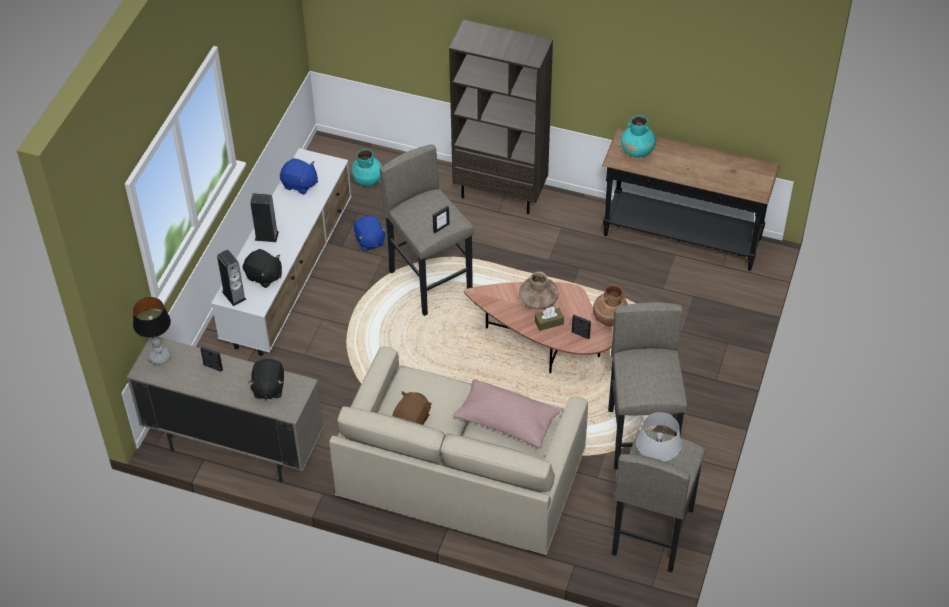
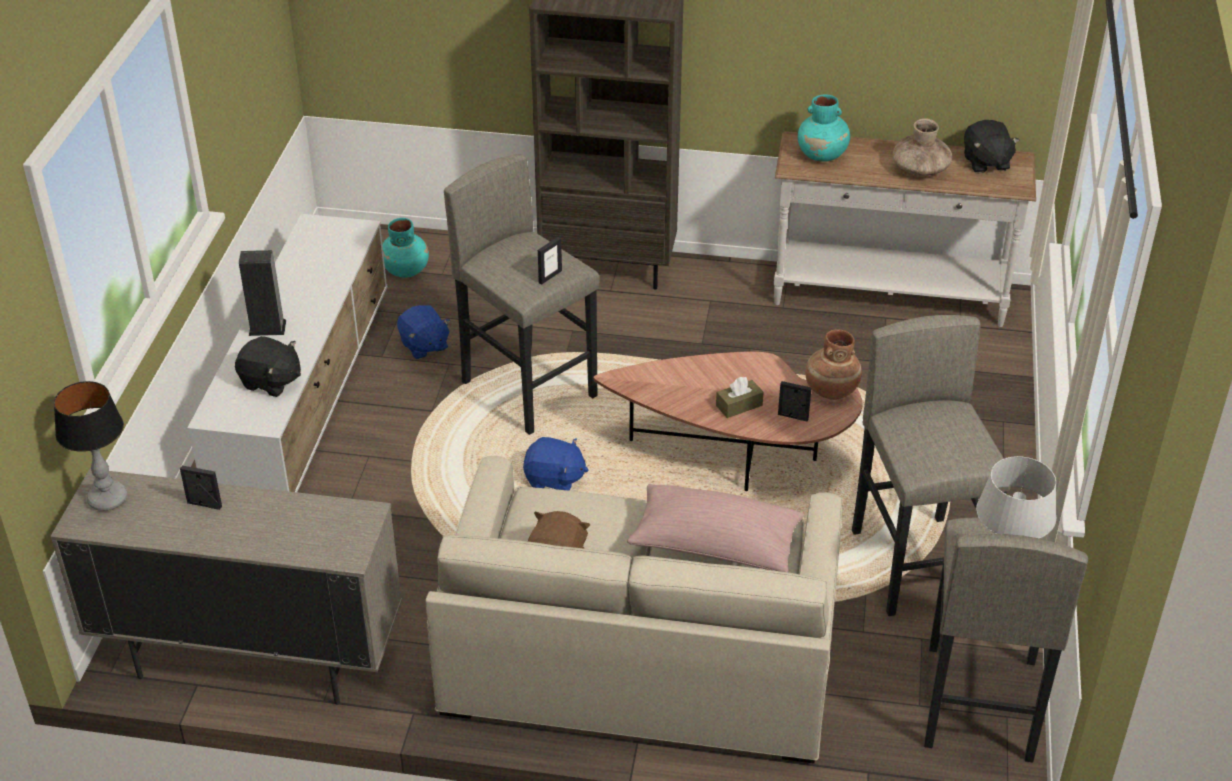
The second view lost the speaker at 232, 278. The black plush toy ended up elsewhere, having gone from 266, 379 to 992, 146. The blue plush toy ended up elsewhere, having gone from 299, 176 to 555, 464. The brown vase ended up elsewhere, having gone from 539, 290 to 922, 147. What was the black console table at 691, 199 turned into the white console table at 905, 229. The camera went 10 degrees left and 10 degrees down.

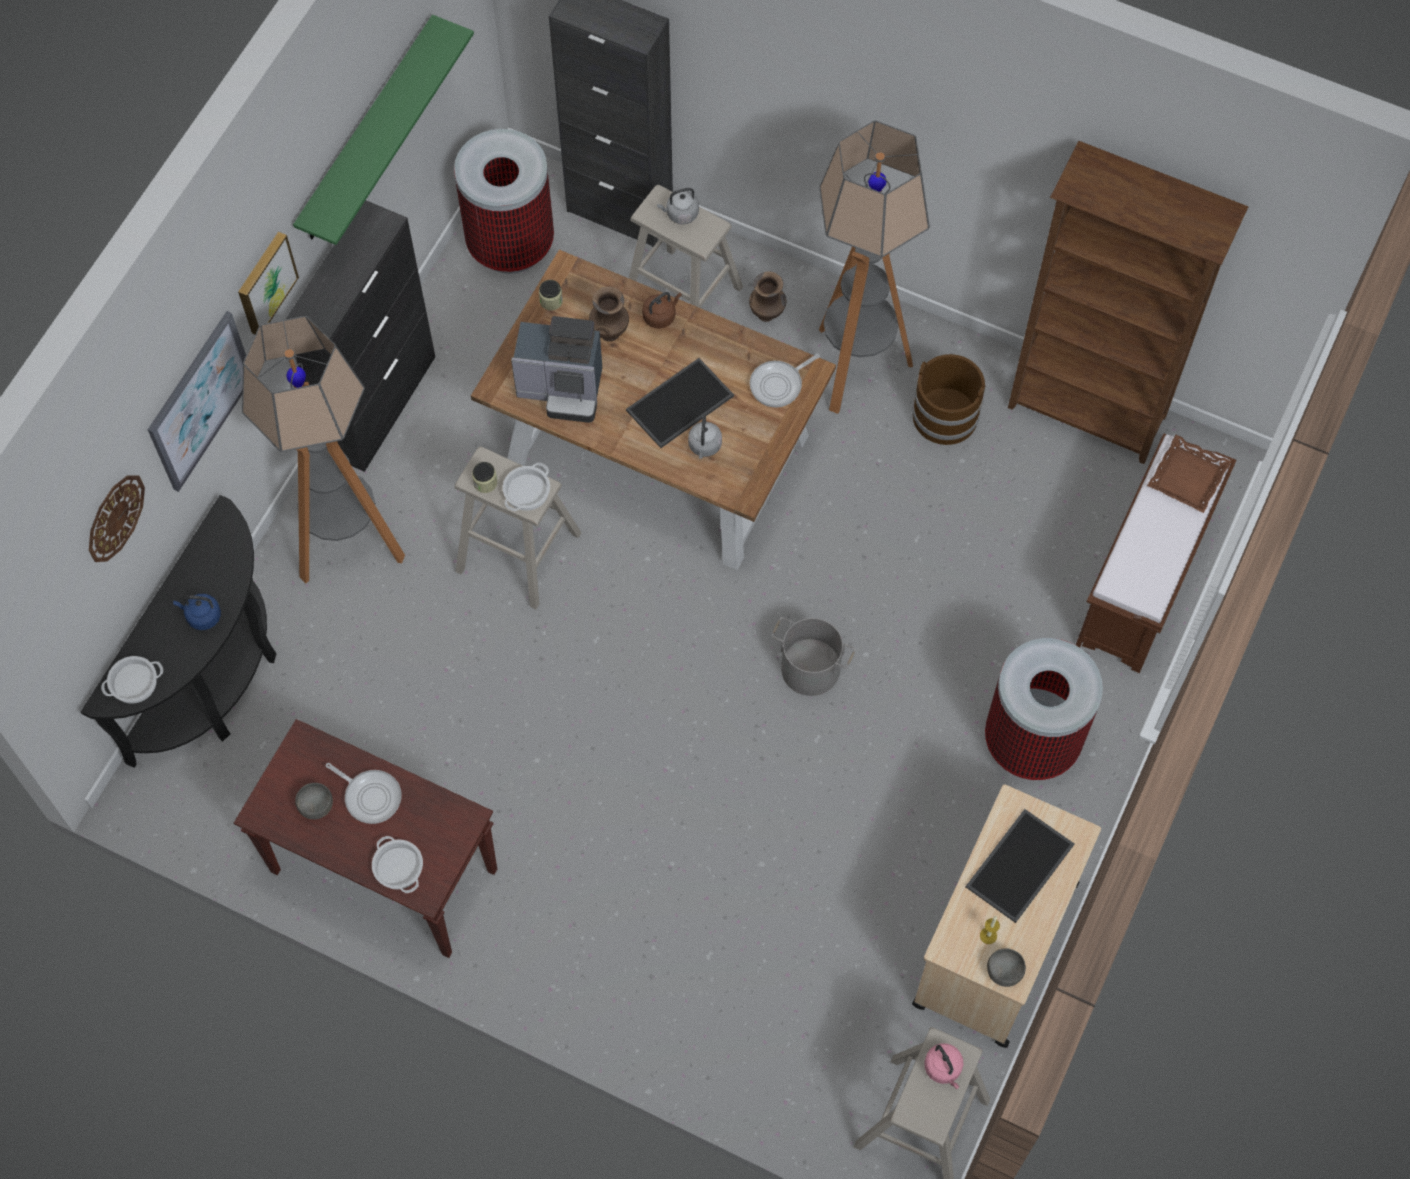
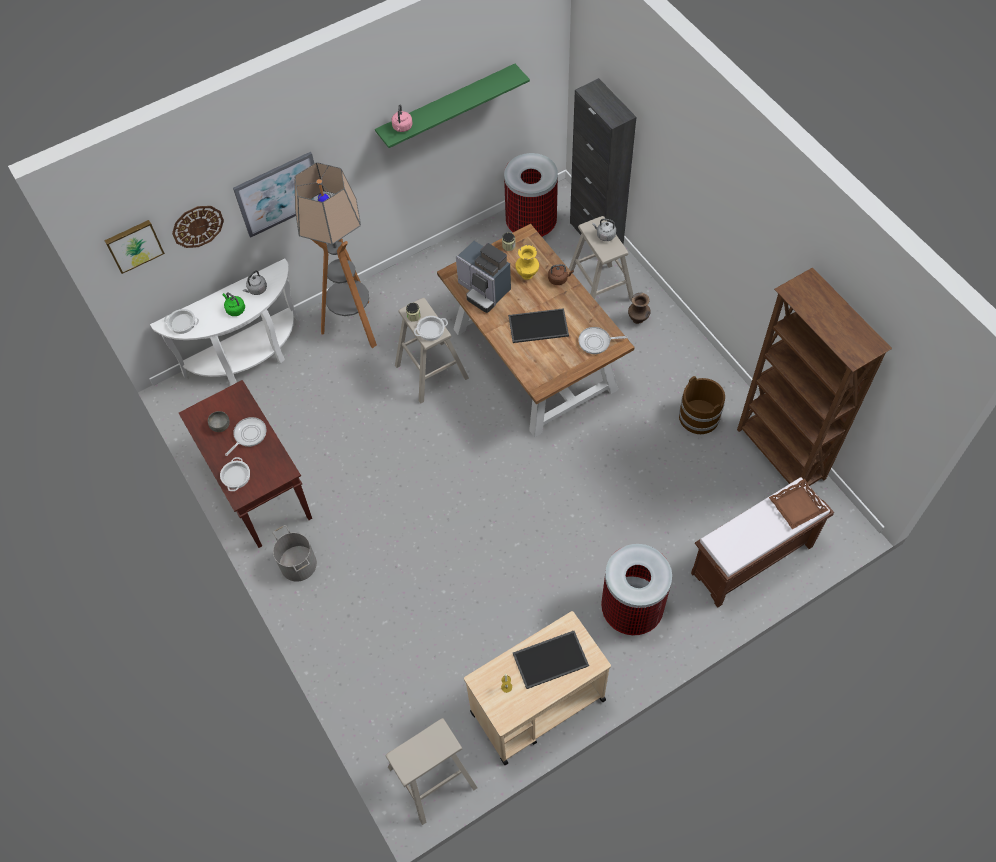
What was the black console table at 178, 631 turned into the white console table at 224, 322. What was the blue kettle at 197, 612 turned into the green kettle at 234, 304. The picture ended up elsewhere, having gone from 268, 283 to 134, 247. The second view lost the black cabinet at 360, 336. The frying pan at 364, 793 ended up facing another way, 120 degrees counterclockwise from before. What was the brown vase at 609, 314 turned into the yellow vase at 527, 262. The grey kettle ended up elsewhere, having gone from 705, 437 to 255, 282. The grey bucket ended up elsewhere, having gone from 813, 656 to 295, 553. The second view lost the floor lamp at 874, 267. The pink kettle ended up elsewhere, having gone from 943, 1066 to 402, 118. The second view lost the grey bowl at 1006, 967. The camera went 35 degrees right and 5 degrees down.

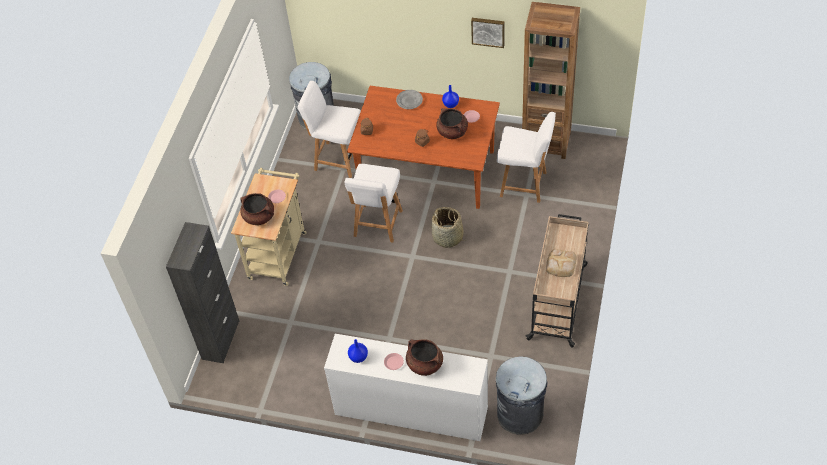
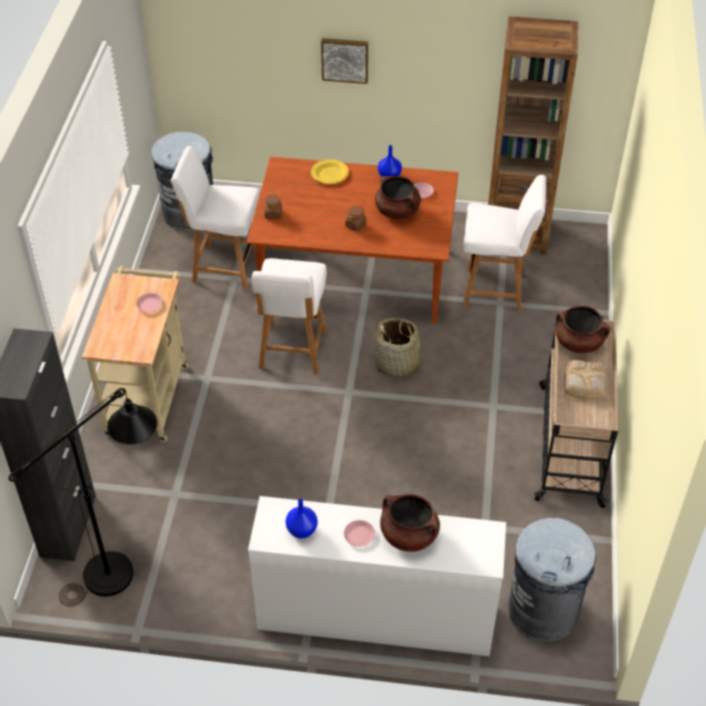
The brown cooking pot ended up elsewhere, having gone from 257, 209 to 582, 329. What was the grey plate at 409, 99 turned into the yellow plate at 330, 171. The picture ended up elsewhere, having gone from 488, 33 to 344, 61. The second view gained the black floor lamp at 83, 497. The camera went 10 degrees left and 5 degrees down.

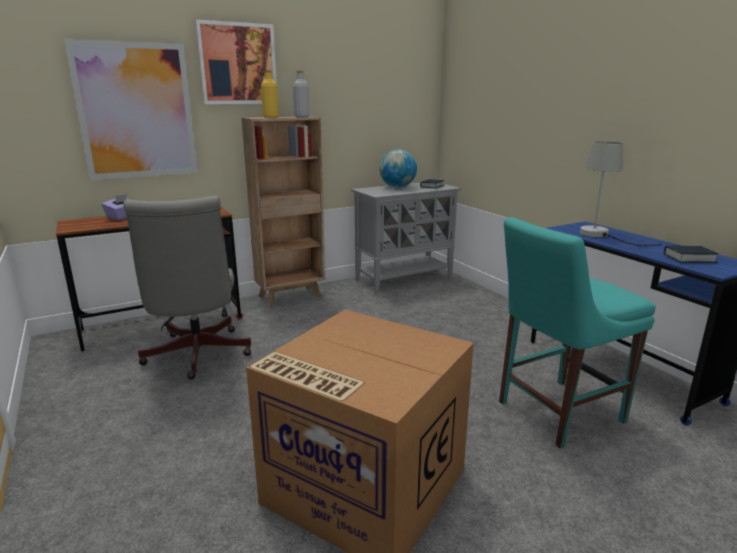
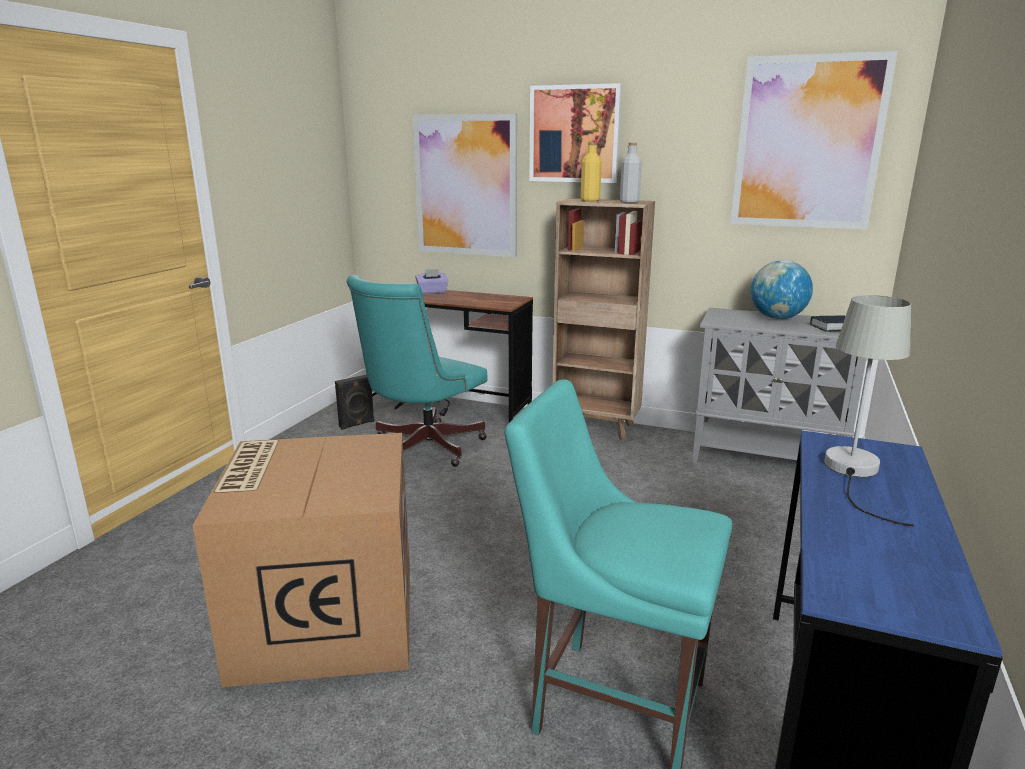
What was the grey office chair at 187, 287 turned into the turquoise office chair at 417, 371. The second view lost the book at 691, 254. The second view gained the black speaker at 355, 402. The second view gained the picture at 814, 140. The camera went 50 degrees right and 0 degrees up.

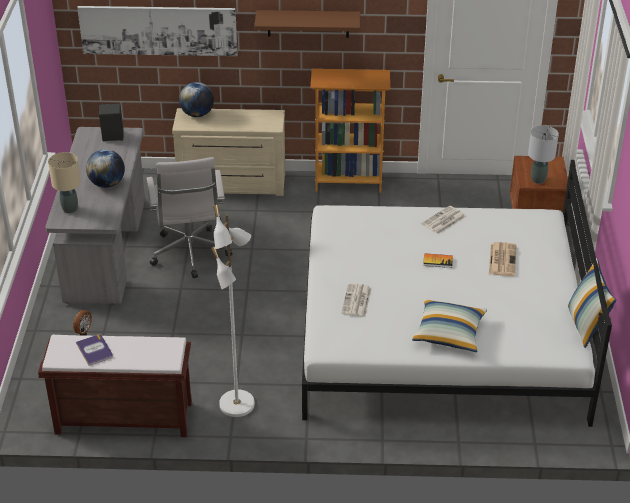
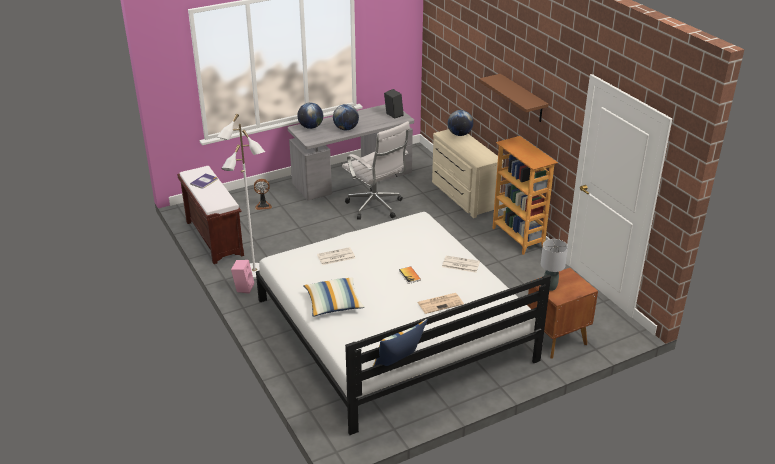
Where the beige table lamp stood at 64, 182, the globe came to stand at 310, 115. The second view lost the picture at 157, 31. The white office chair at 189, 217 ended up facing another way, 90 degrees counterclockwise from before. The second view gained the pink speaker at 242, 276. The camera went 60 degrees right and 5 degrees down.

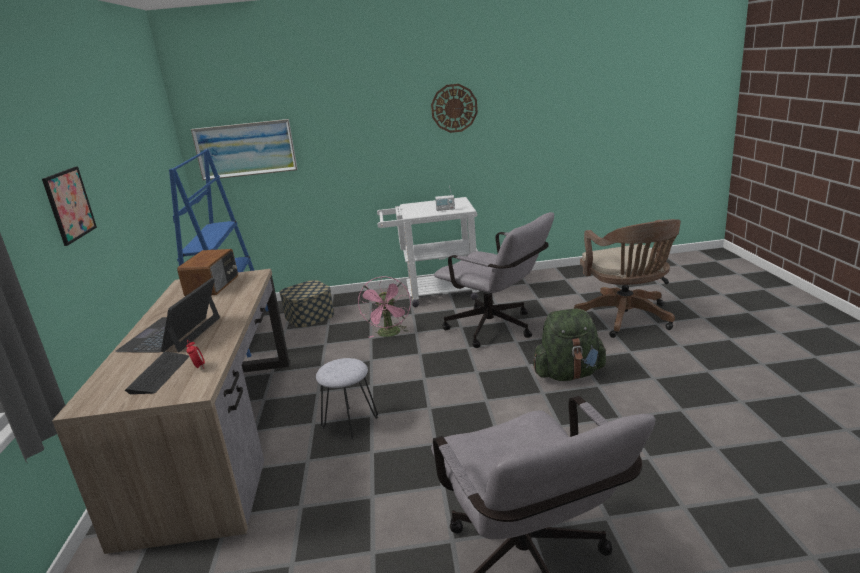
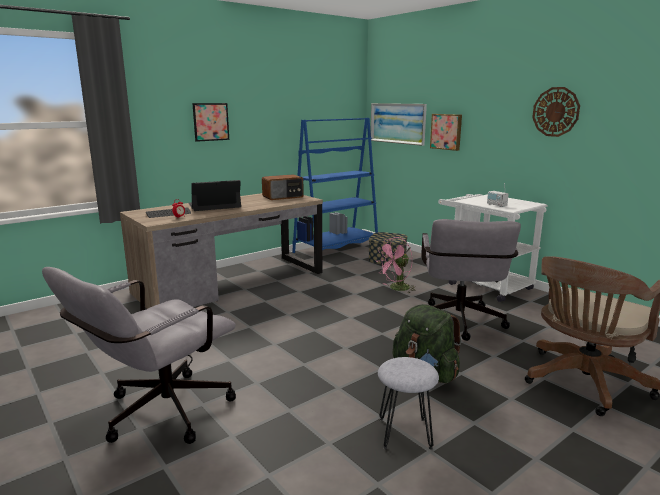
The grey stool ended up elsewhere, having gone from 347, 398 to 408, 403. The second view gained the picture at 446, 132. The camera went 55 degrees right and 5 degrees down.

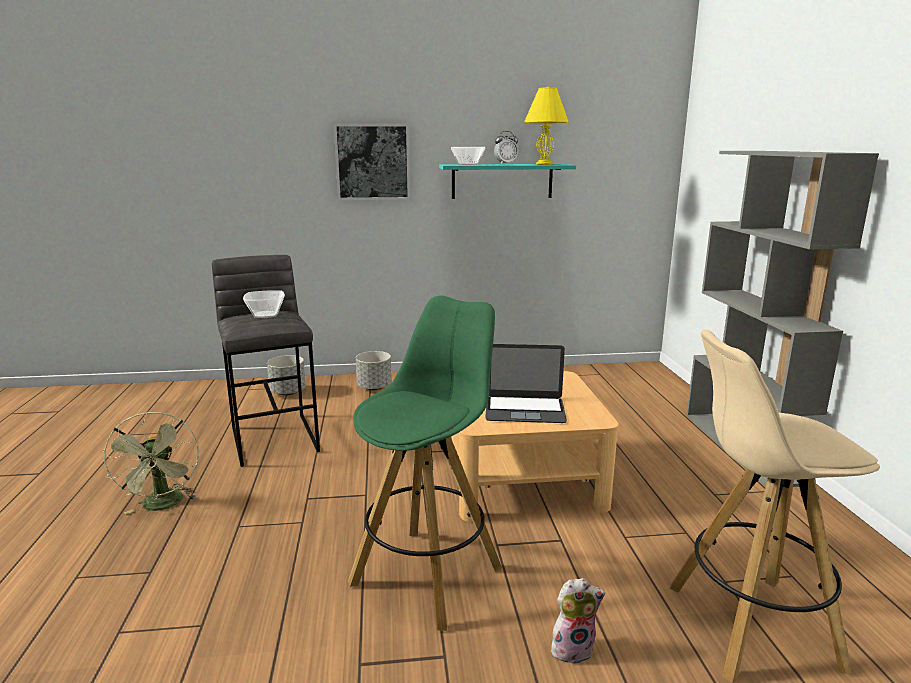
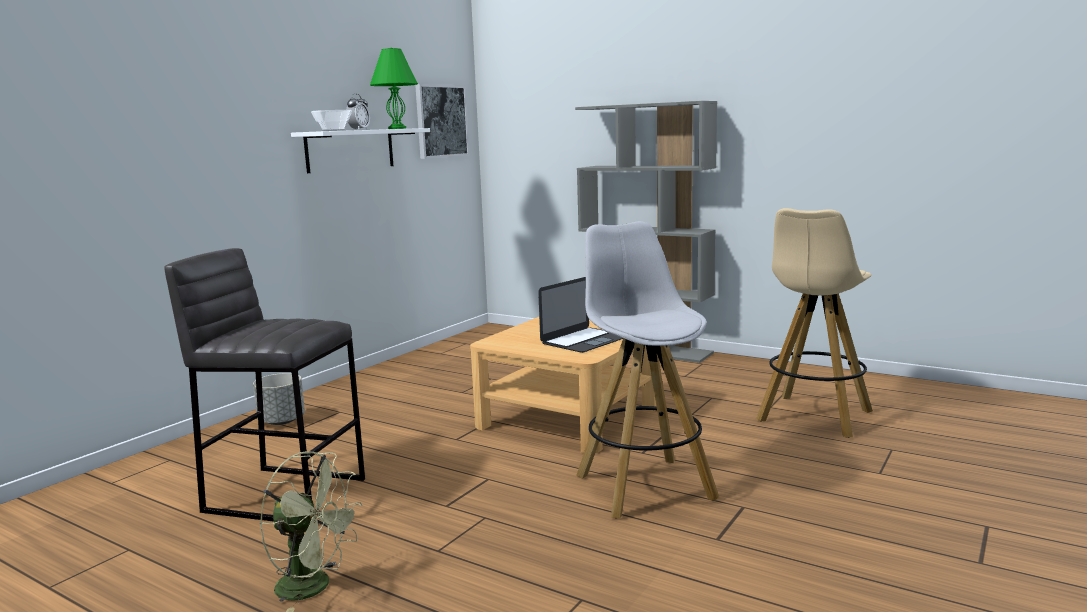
The second view lost the bowl at 264, 304. The second view lost the grey planter at 286, 375. The picture ended up elsewhere, having gone from 371, 161 to 442, 121. What was the green stool at 425, 463 turned into the white stool at 647, 369. What was the turquoise shelf at 507, 181 turned into the white shelf at 360, 150. What was the yellow table lamp at 546, 126 turned into the green table lamp at 394, 88. The second view lost the plush toy at 578, 621. The camera went 50 degrees left and 5 degrees down.

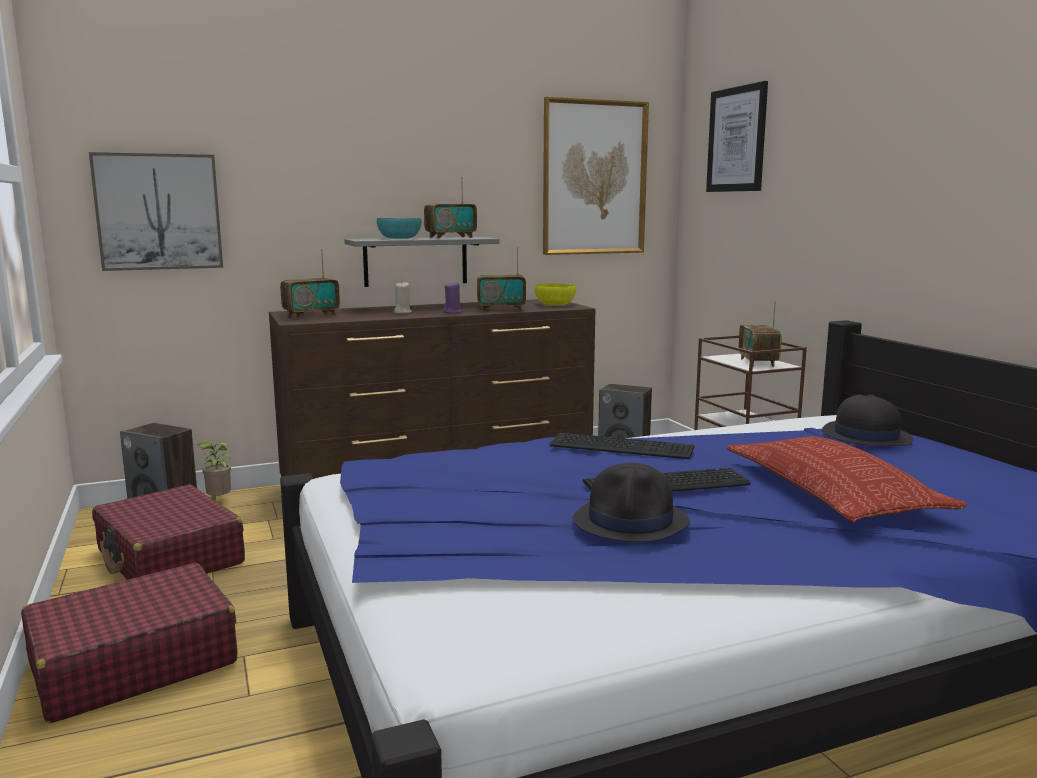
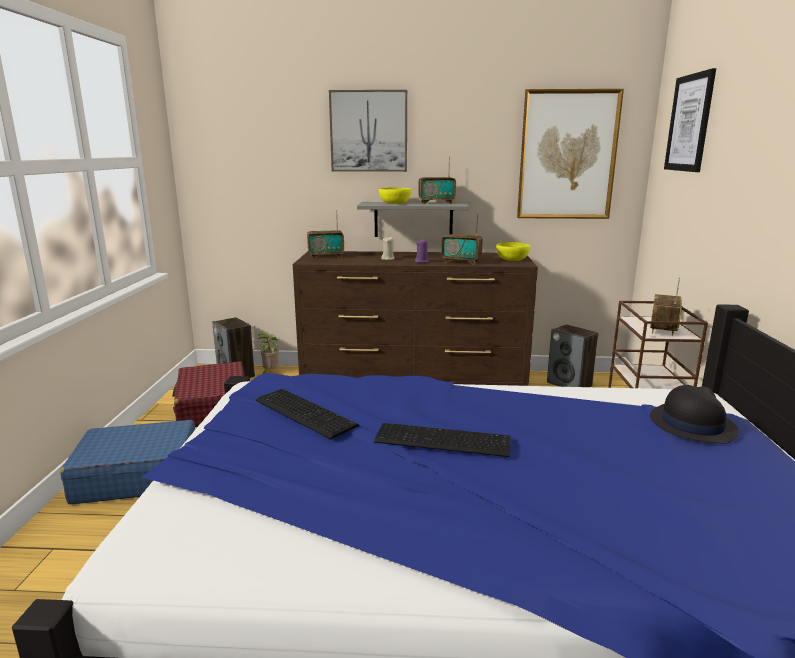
What was the red suitcase at 129, 643 turned into the blue suitcase at 127, 462. The picture ended up elsewhere, having gone from 156, 211 to 368, 131. What was the turquoise bowl at 399, 228 turned into the yellow bowl at 395, 195. The keyboard ended up elsewhere, having gone from 622, 446 to 307, 414. The second view lost the black hat at 631, 502. The second view lost the pillow at 847, 479. The camera went 25 degrees right and 5 degrees up.

